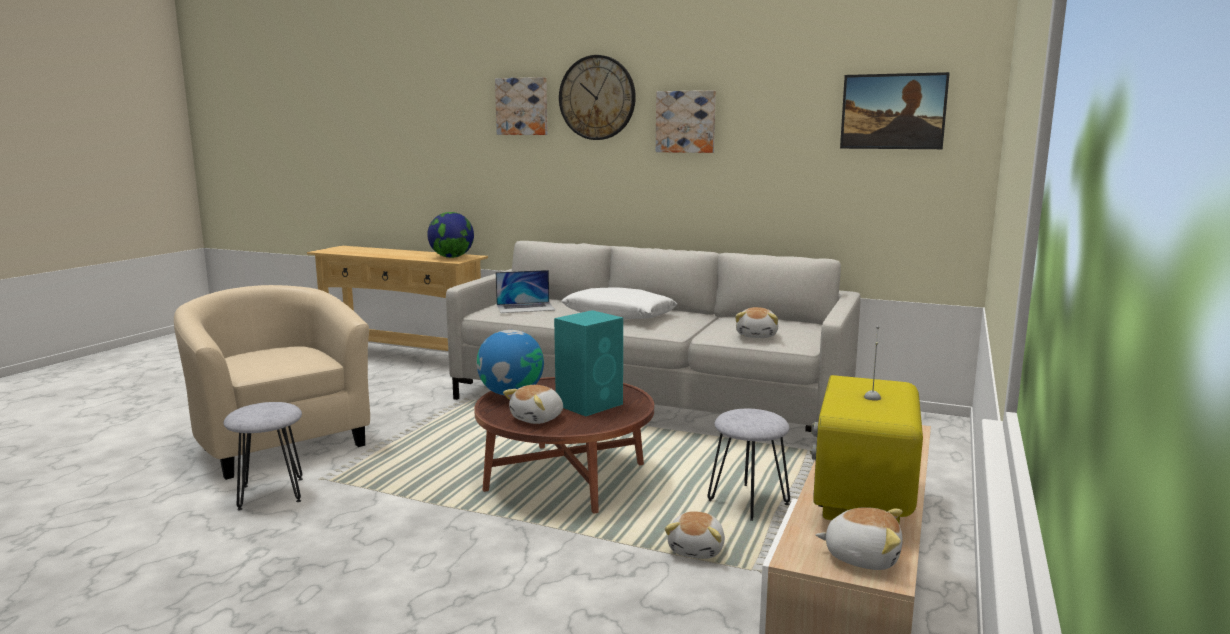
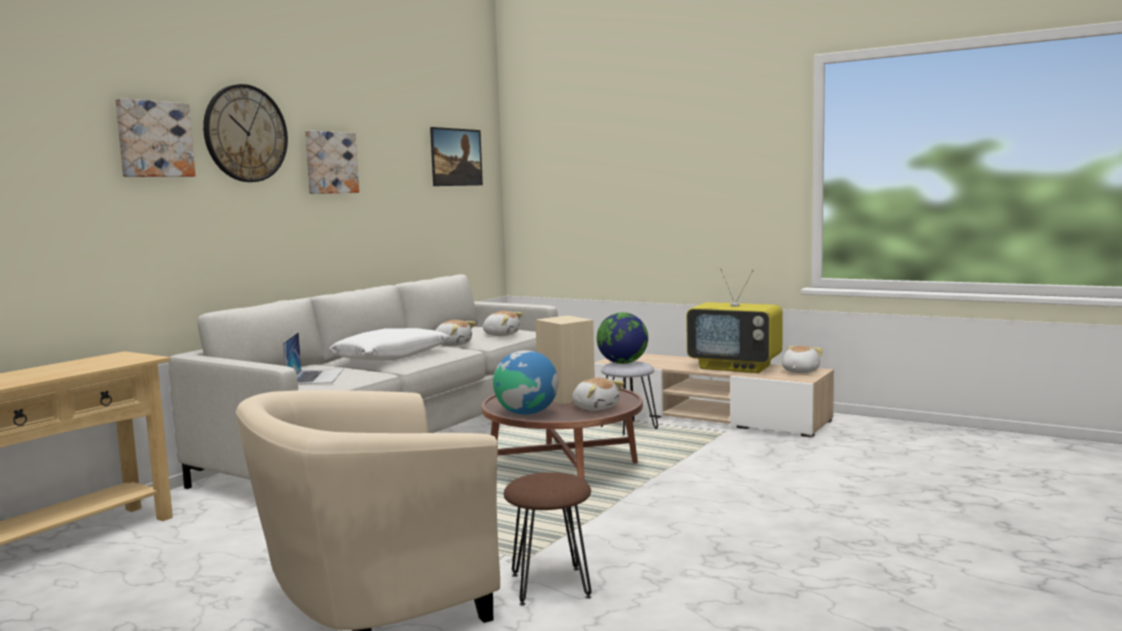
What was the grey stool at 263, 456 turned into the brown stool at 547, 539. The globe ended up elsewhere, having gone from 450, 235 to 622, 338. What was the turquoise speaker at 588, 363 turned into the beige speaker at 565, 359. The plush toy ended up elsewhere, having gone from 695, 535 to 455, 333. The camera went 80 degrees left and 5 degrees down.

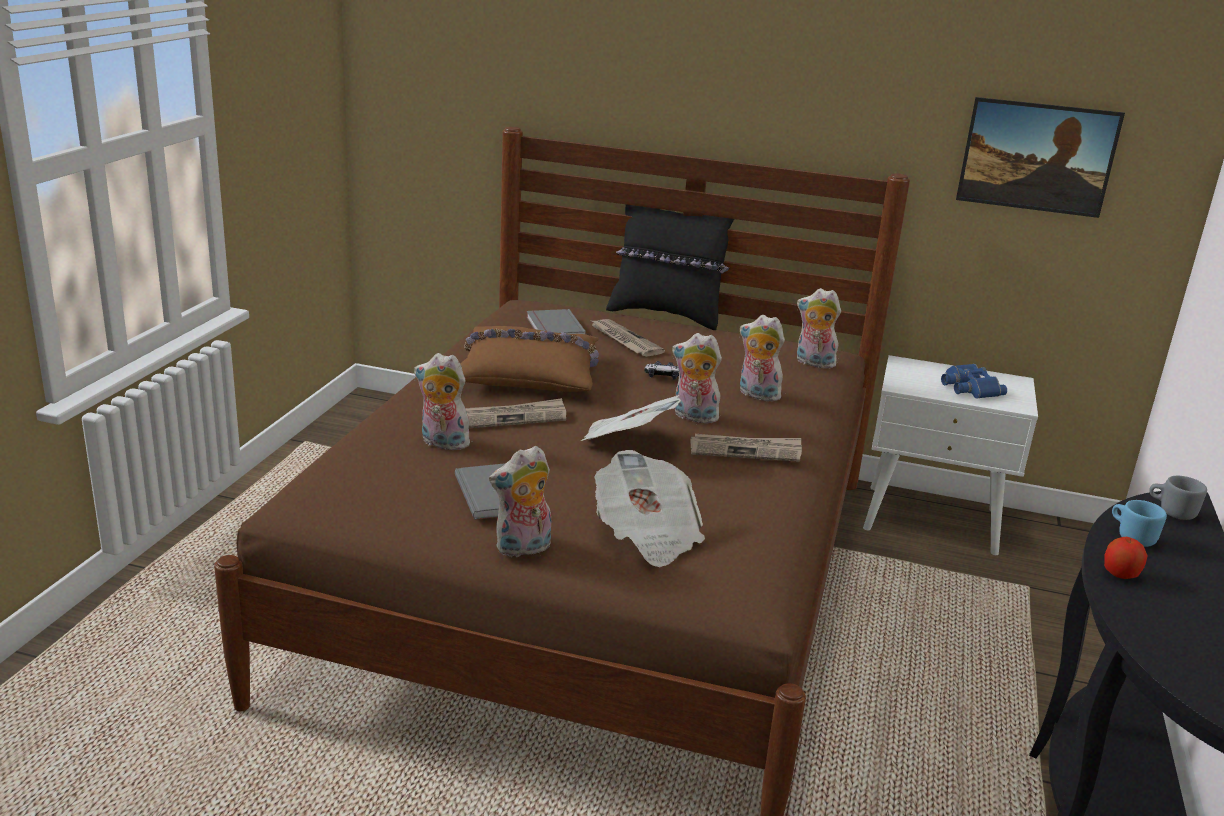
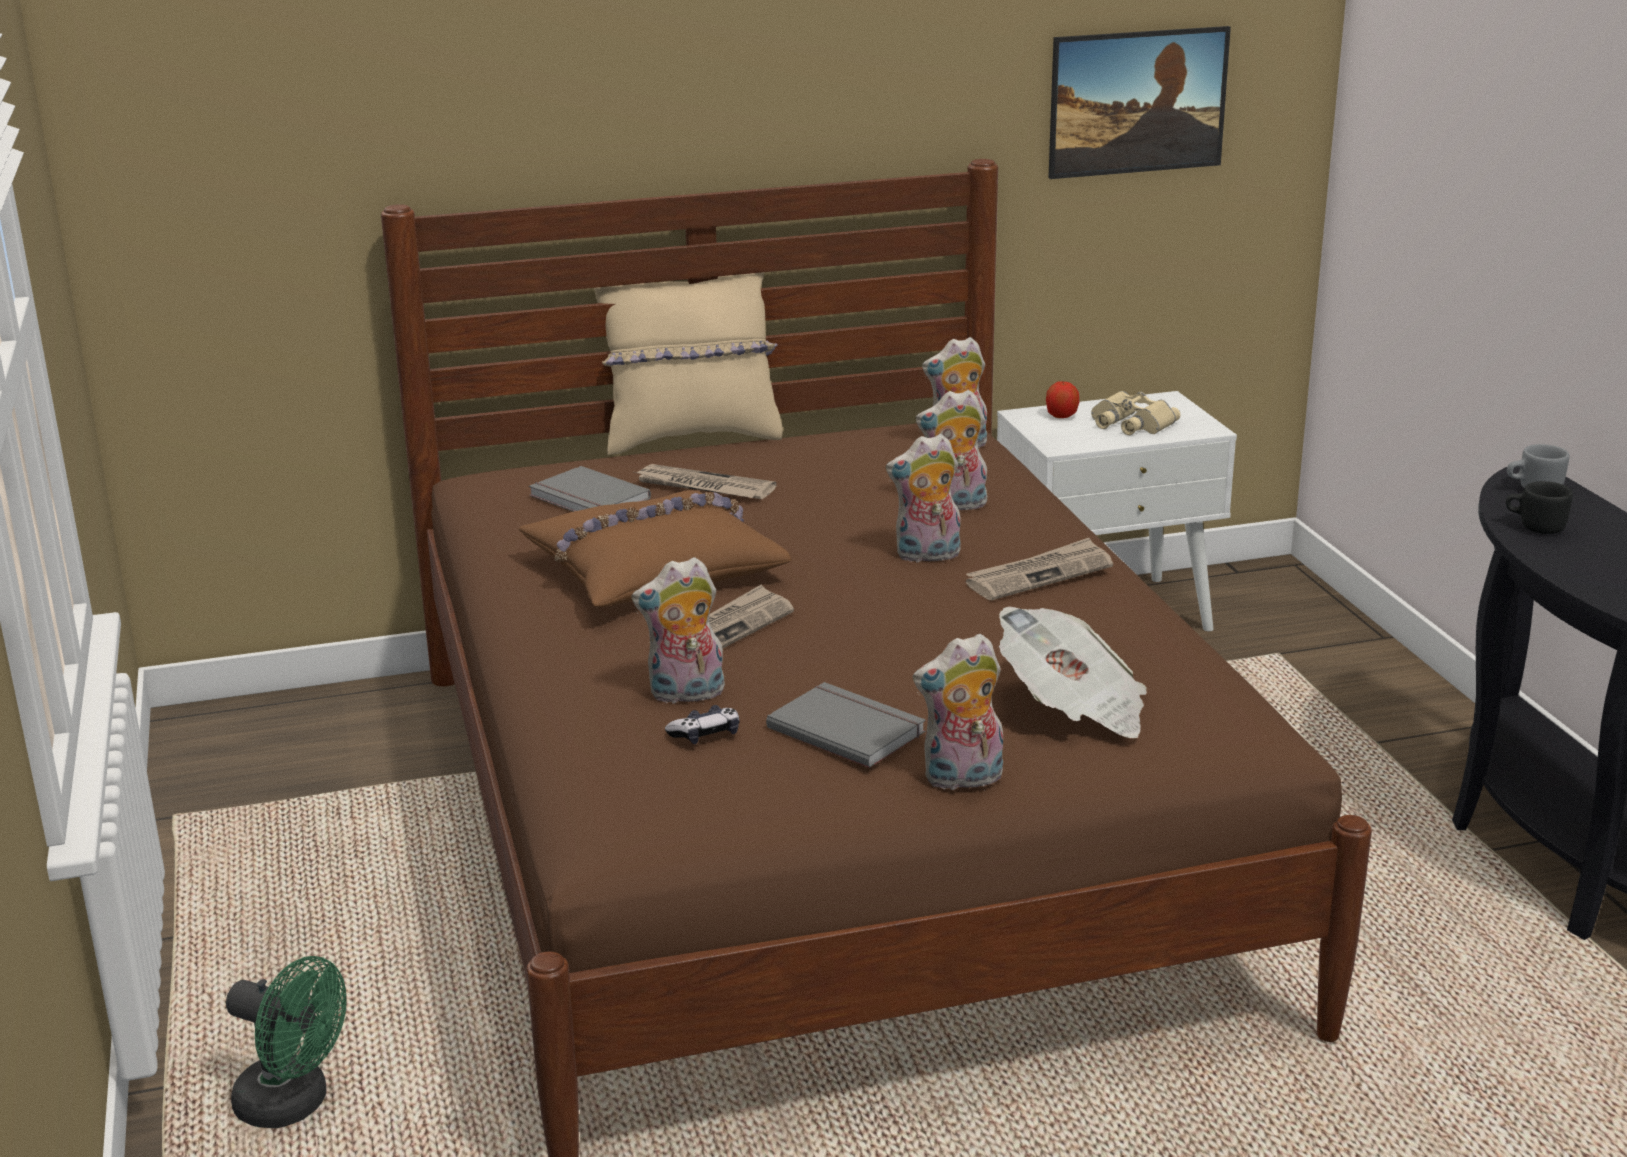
The plush toy at 520, 501 ended up facing another way, 45 degrees clockwise from before. The second view lost the newspaper at 631, 418. What was the black pillow at 670, 267 turned into the beige pillow at 688, 363. The game controller ended up elsewhere, having gone from 661, 370 to 702, 724. What was the blue binoculars at 974, 381 turned into the beige binoculars at 1136, 413. The apple ended up elsewhere, having gone from 1126, 558 to 1062, 399. What was the blue mug at 1139, 523 turned into the black mug at 1539, 507. The second view gained the green fan at 286, 1042. The camera went 30 degrees left and 0 degrees up.

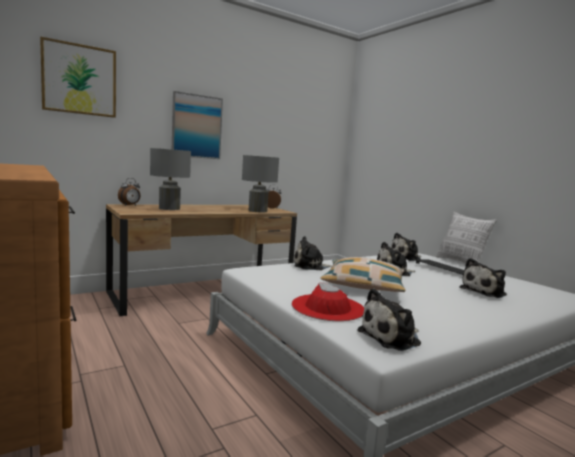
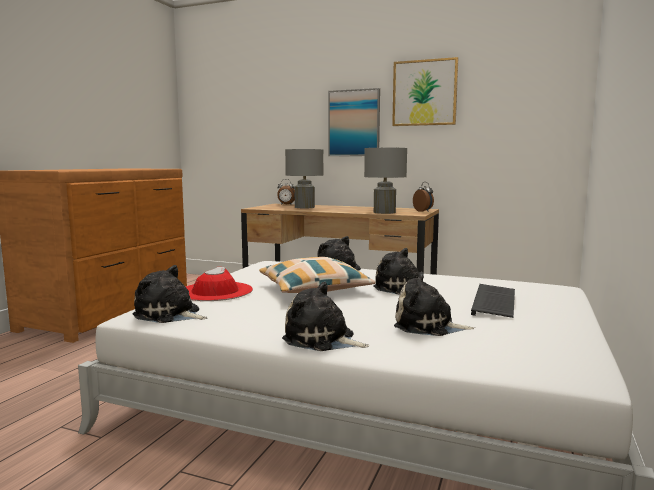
The picture ended up elsewhere, having gone from 78, 77 to 425, 91. The plush toy ended up elsewhere, having gone from 406, 247 to 325, 316. The second view lost the pillow at 466, 238. The camera went 55 degrees right and 0 degrees up.

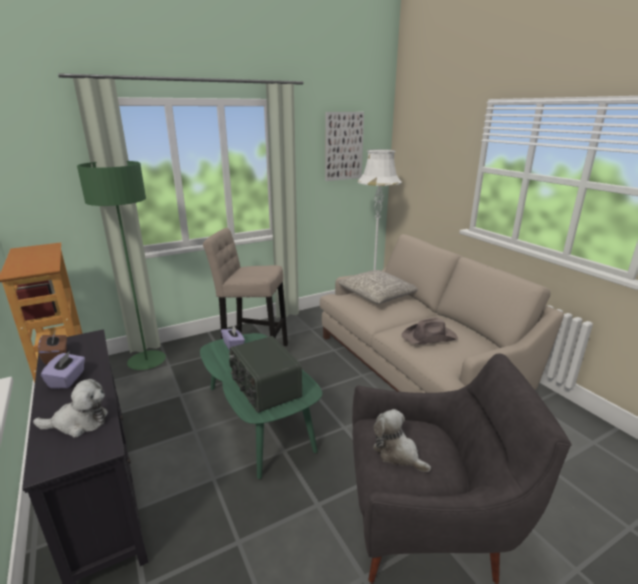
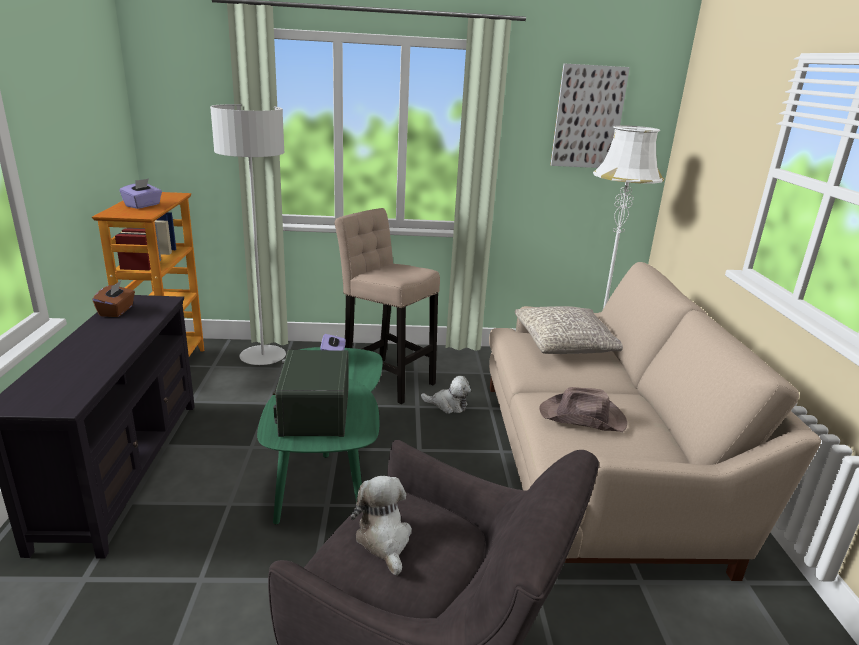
The plush toy ended up elsewhere, having gone from 70, 408 to 446, 395. The purple tissue box ended up elsewhere, having gone from 63, 369 to 140, 193. What was the green floor lamp at 121, 265 turned into the grey floor lamp at 248, 234. The camera went 25 degrees right and 0 degrees up.

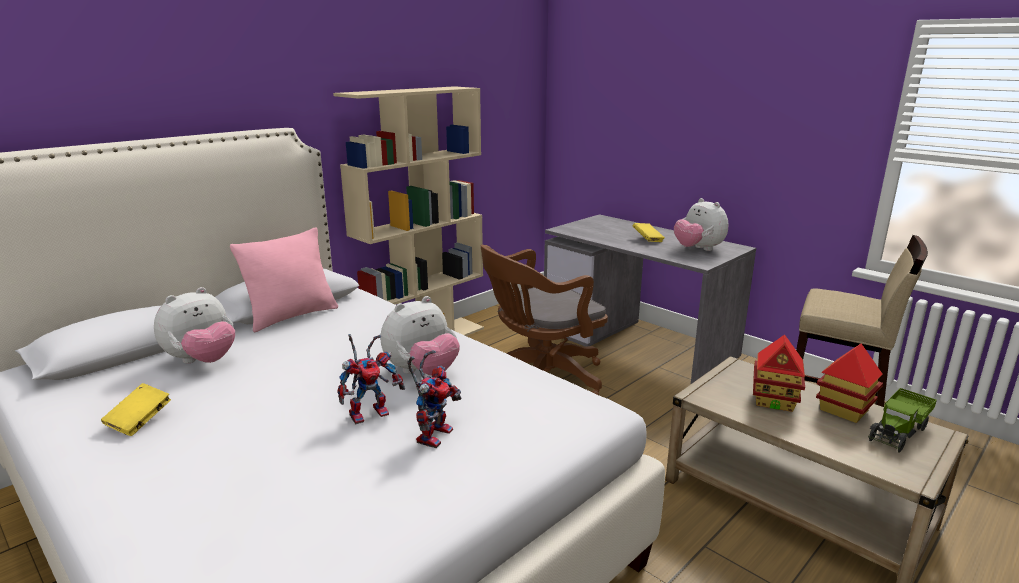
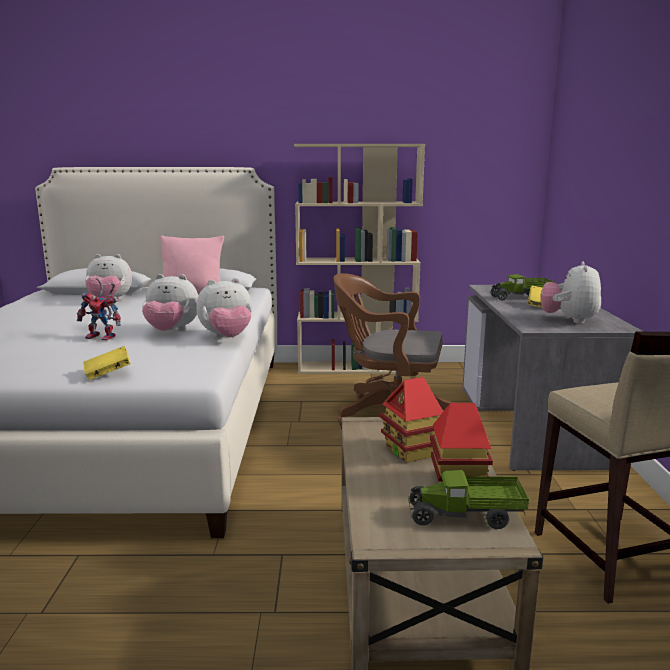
The yellow book ended up elsewhere, having gone from 136, 409 to 107, 363. The second view lost the toy robot at 434, 399. The second view gained the plush toy at 224, 308. The second view gained the toy truck at 522, 287. The camera went 45 degrees right and 5 degrees down.

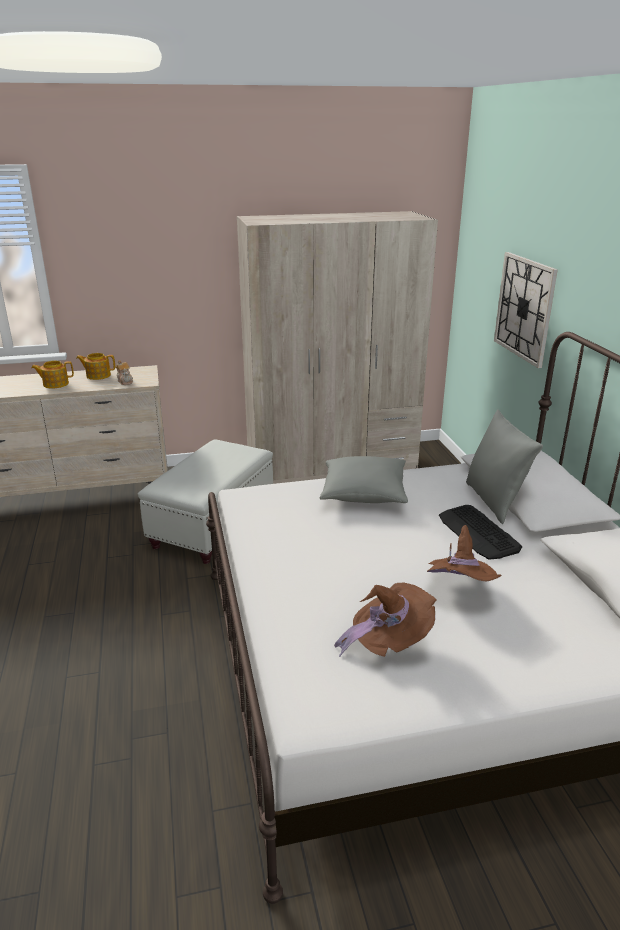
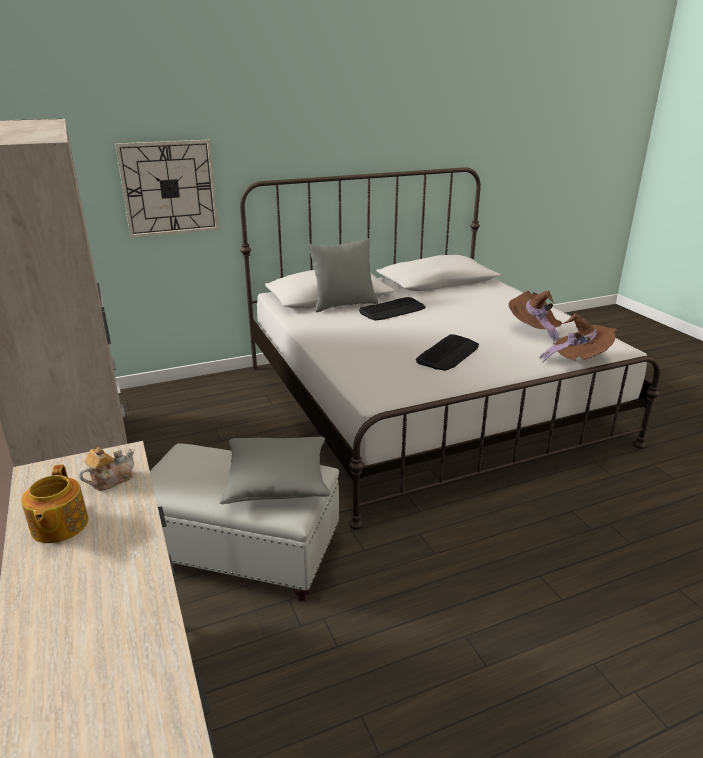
The second view lost the teapot at 52, 374. The grey pillow ended up elsewhere, having gone from 364, 479 to 275, 470. The brown hat ended up elsewhere, having gone from 464, 553 to 579, 337. The second view gained the keyboard at 447, 352. The camera went 100 degrees left and 0 degrees up.

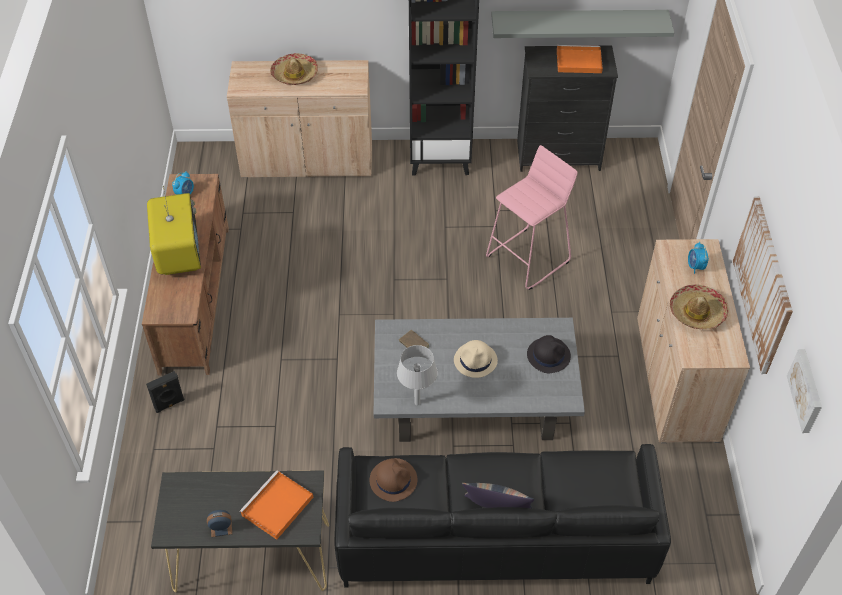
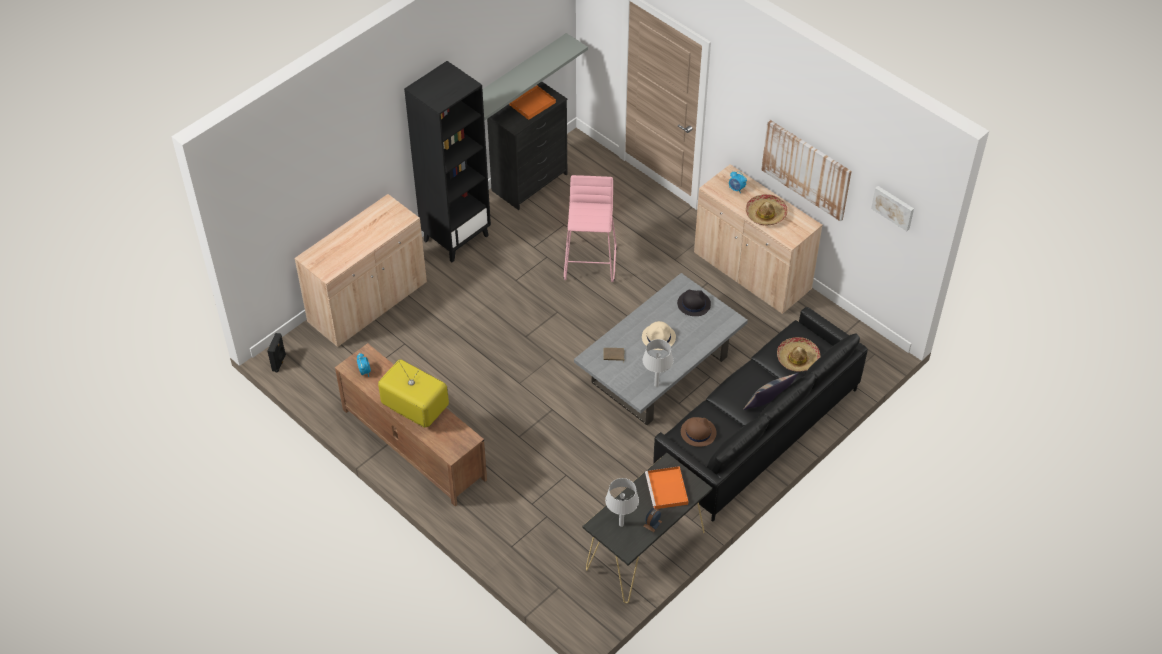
The black speaker ended up elsewhere, having gone from 165, 392 to 276, 352. The hat ended up elsewhere, having gone from 294, 69 to 799, 354. The second view gained the grey table lamp at 622, 502. The camera went 45 degrees left and 0 degrees up.

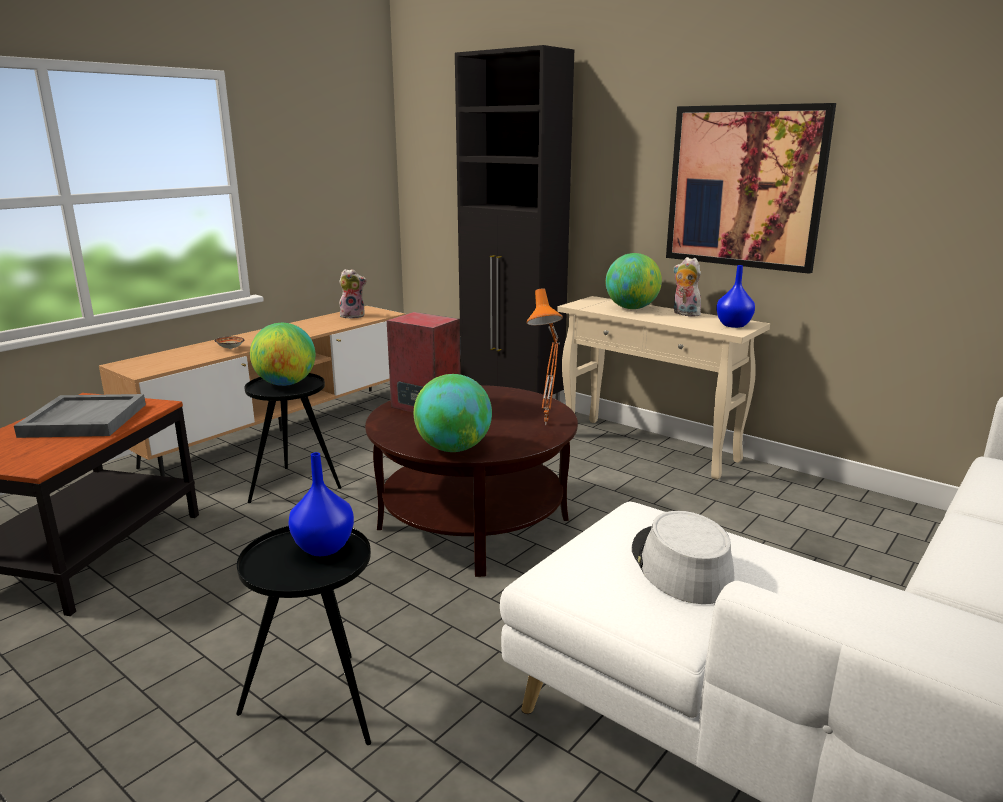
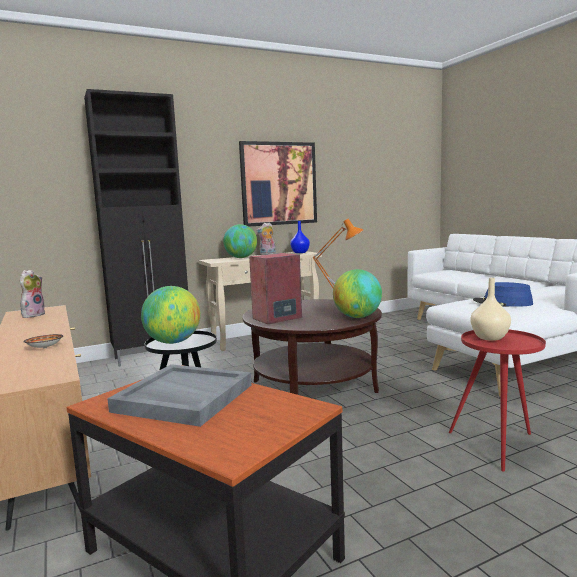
What was the black side table at 303, 635 turned into the red side table at 497, 401. What was the blue vase at 321, 504 turned into the beige vase at 490, 309. What was the grey hat at 683, 557 turned into the blue hat at 503, 294. The camera went 65 degrees left and 10 degrees down.

